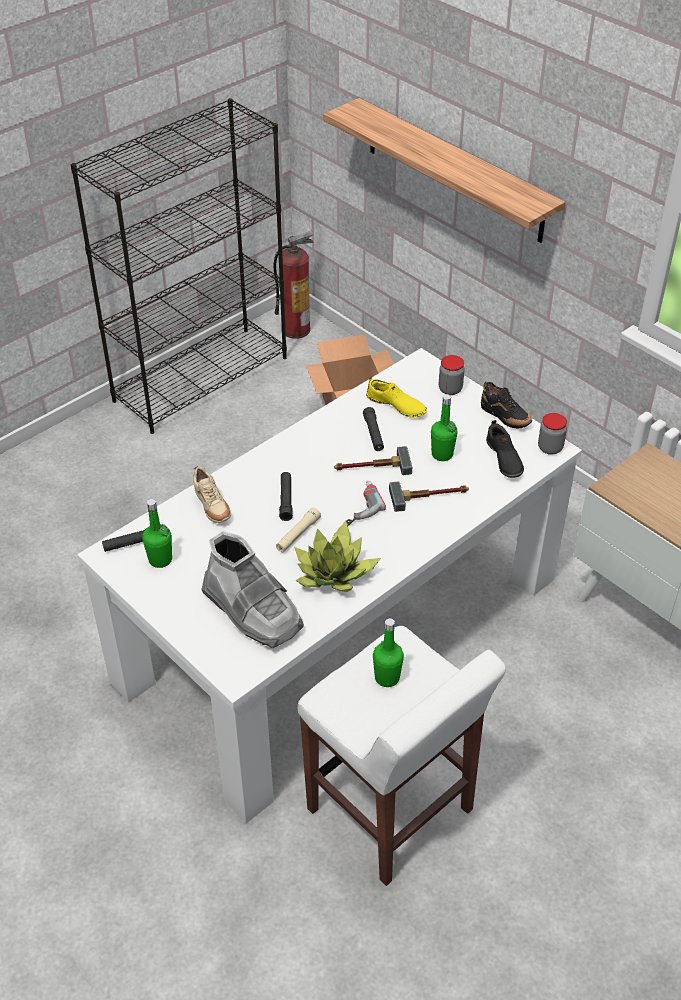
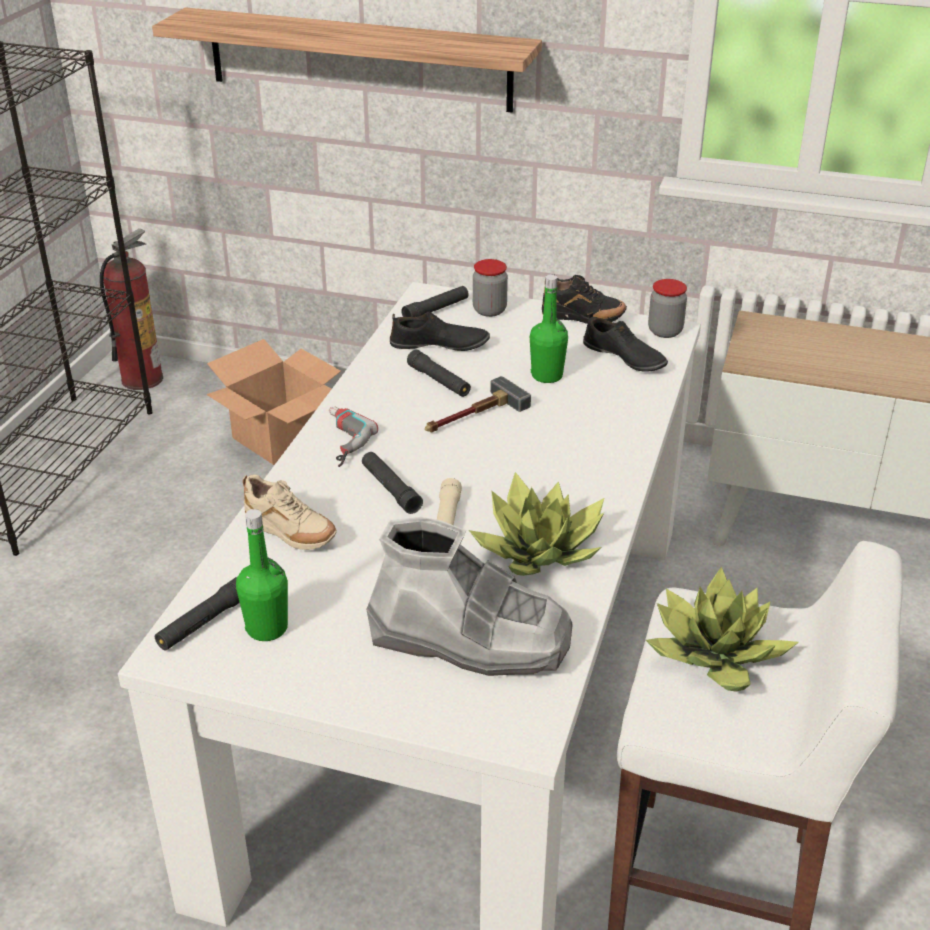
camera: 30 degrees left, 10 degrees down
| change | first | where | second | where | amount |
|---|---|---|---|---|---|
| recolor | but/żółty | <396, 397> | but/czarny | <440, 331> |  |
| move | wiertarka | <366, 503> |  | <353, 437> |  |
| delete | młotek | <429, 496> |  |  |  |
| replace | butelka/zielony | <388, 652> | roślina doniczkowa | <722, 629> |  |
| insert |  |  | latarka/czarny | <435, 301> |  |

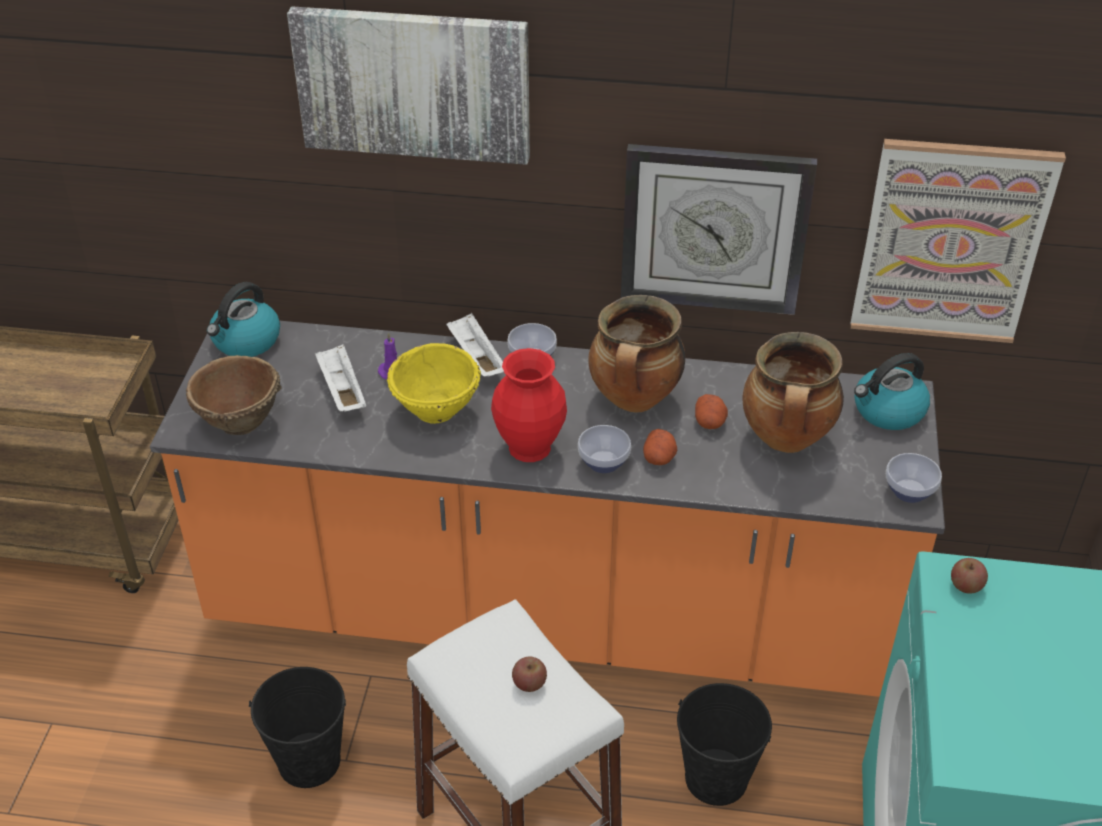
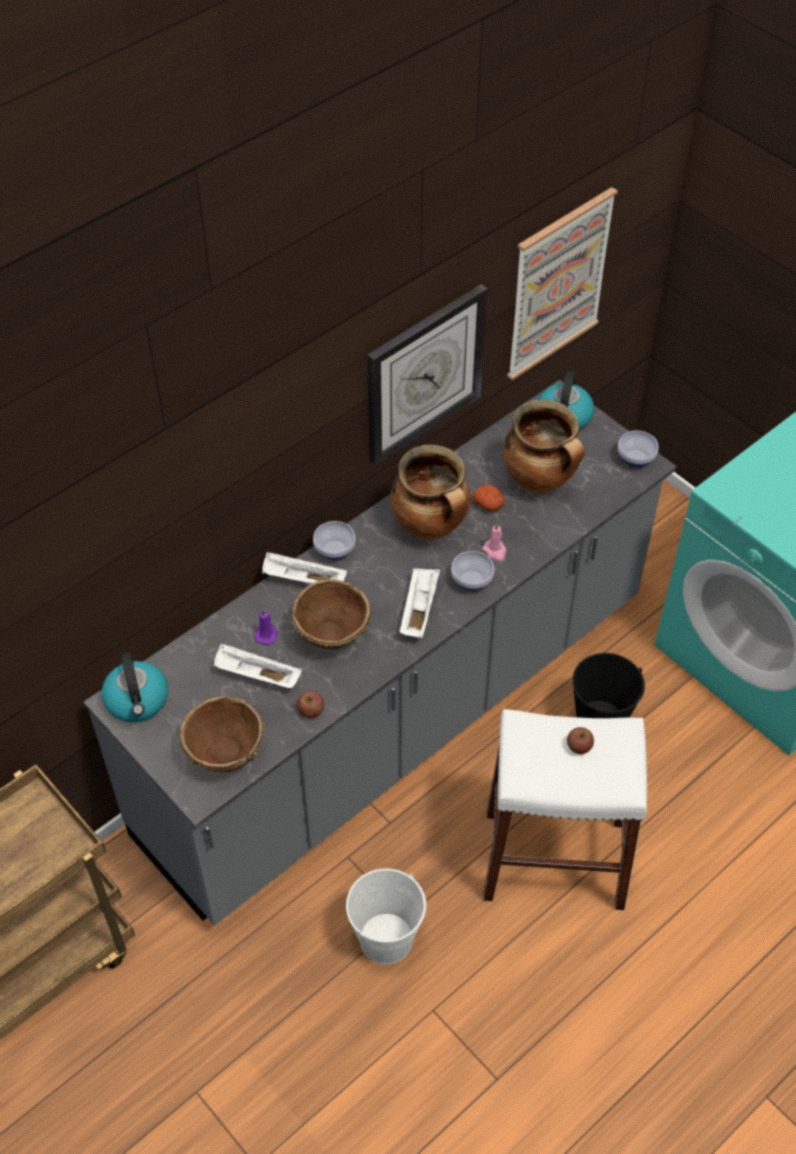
camera: 50 degrees left, 10 degrees up
| change | first | where | second | where | amount |
|---|---|---|---|---|---|
| delete | obraz | <408, 85> |  |  |  |
| recolor | zabudowa kuchenna/pomarańczowy | <547, 509> | zabudowa kuchenna/szary | <379, 653> |  |
| recolor | miska/żółty | <434, 383> | miska/brązowy | <331, 614> |  |
| replace | wazon/czerwony | <529, 405> | taca/biały | <419, 603> |  |
| replace | ziemniak | <660, 447> | świeca/różowy | <494, 542> |  |
| move | jabłko | <969, 576> |  | <310, 704> |  |
| recolor | wiadro/czarny | <297, 727> | wiadro/biały | <386, 916> |  |

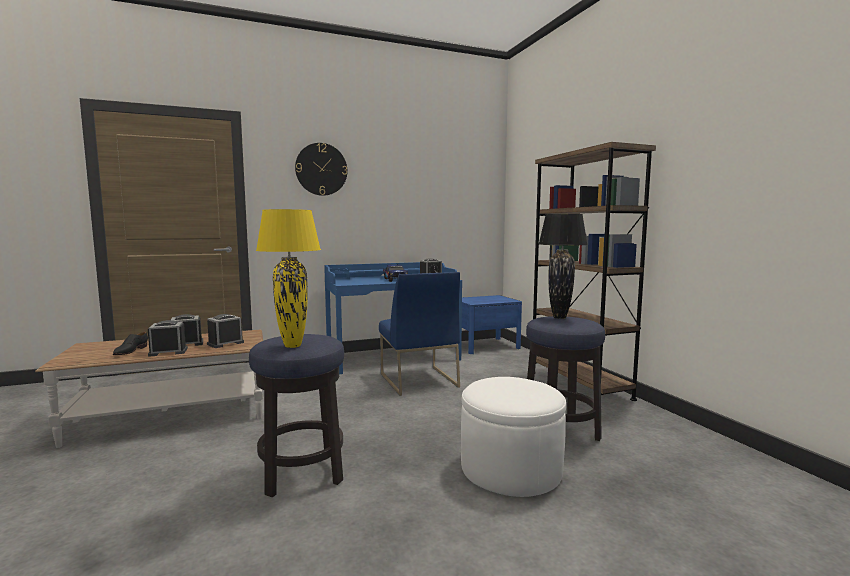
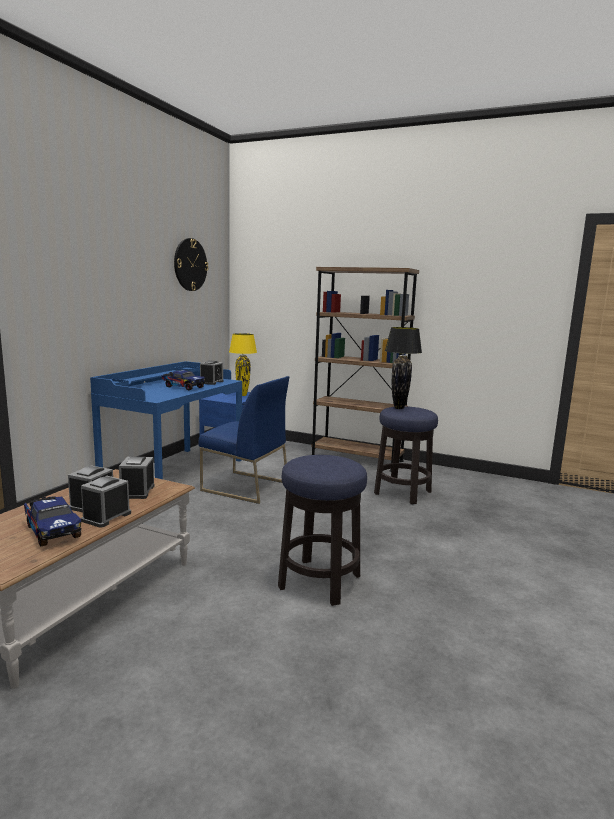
camera: 45 degrees left, 5 degrees up
| change | first | where | second | where | amount |
|---|---|---|---|---|---|
| move | zegar ścienny | <321, 169> |  | <191, 264> |  |
| move | lampa stołowa/żółty | <288, 278> |  | <243, 364> |  |
| replace | but/czarny | <130, 343> | ciężarówka zabawkowa | <52, 521> |  |
| delete | pufa/biały | <513, 437> |  |  |  |

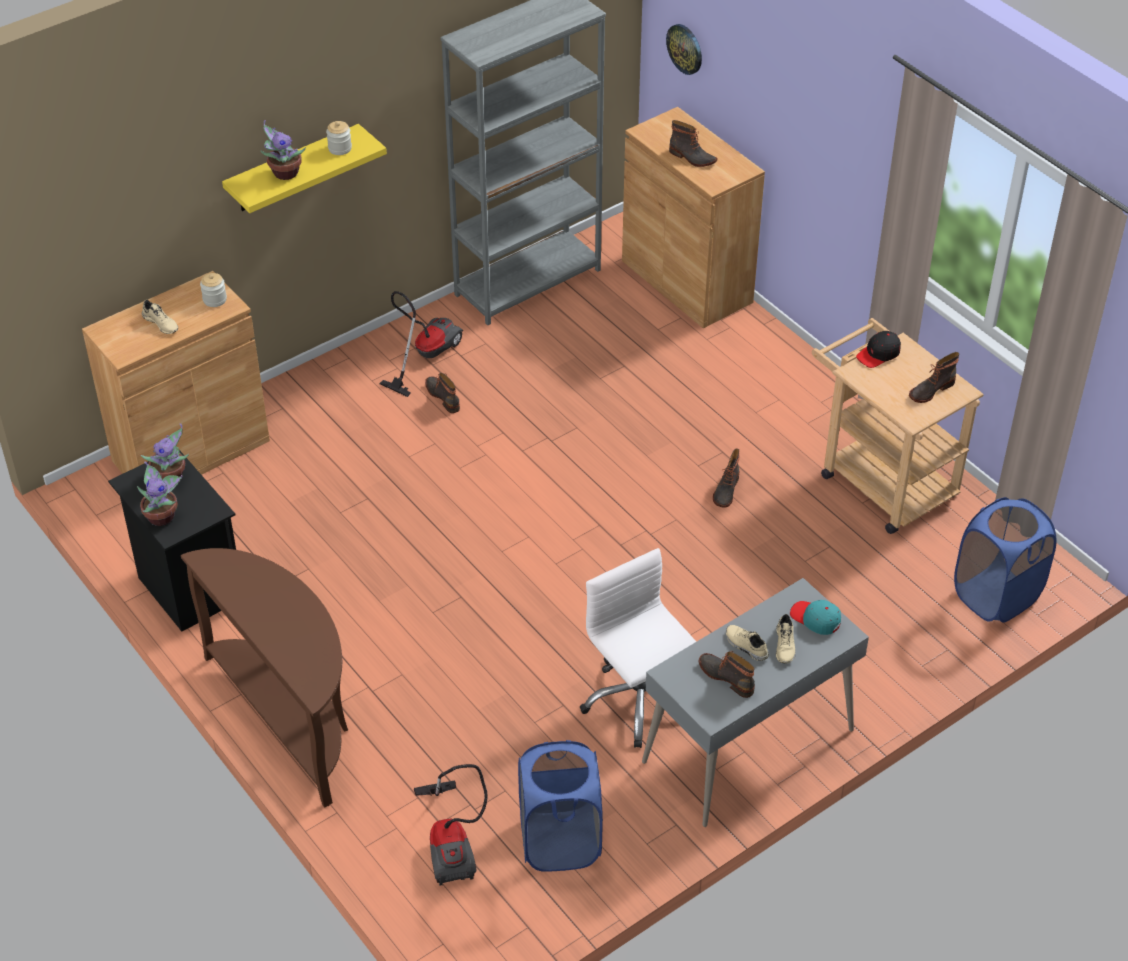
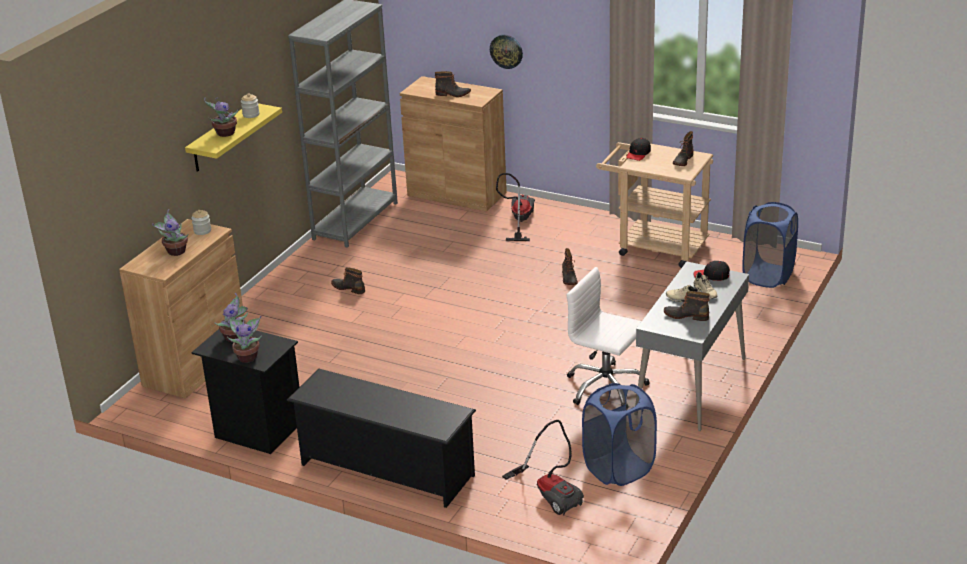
camera: 25 degrees left, 15 degrees down
| change | first | where | second | where | amount |
|---|---|---|---|---|---|
| move | zegar ścienny | <684, 49> |  | <506, 52> |  |
| move | odkurzacz | <421, 344> |  | <515, 207> |  |
| replace | but/beżowy | <160, 317> | roślina doniczkowa | <170, 232> |  |
| replace | stolik konsolowy/brązowy | <264, 678> | regał na buty/czarny | <381, 438> |  |
| recolor | czapka z daszkiem/turkusowy | <815, 617> | czapka z daszkiem/czarny | <712, 271> |  |

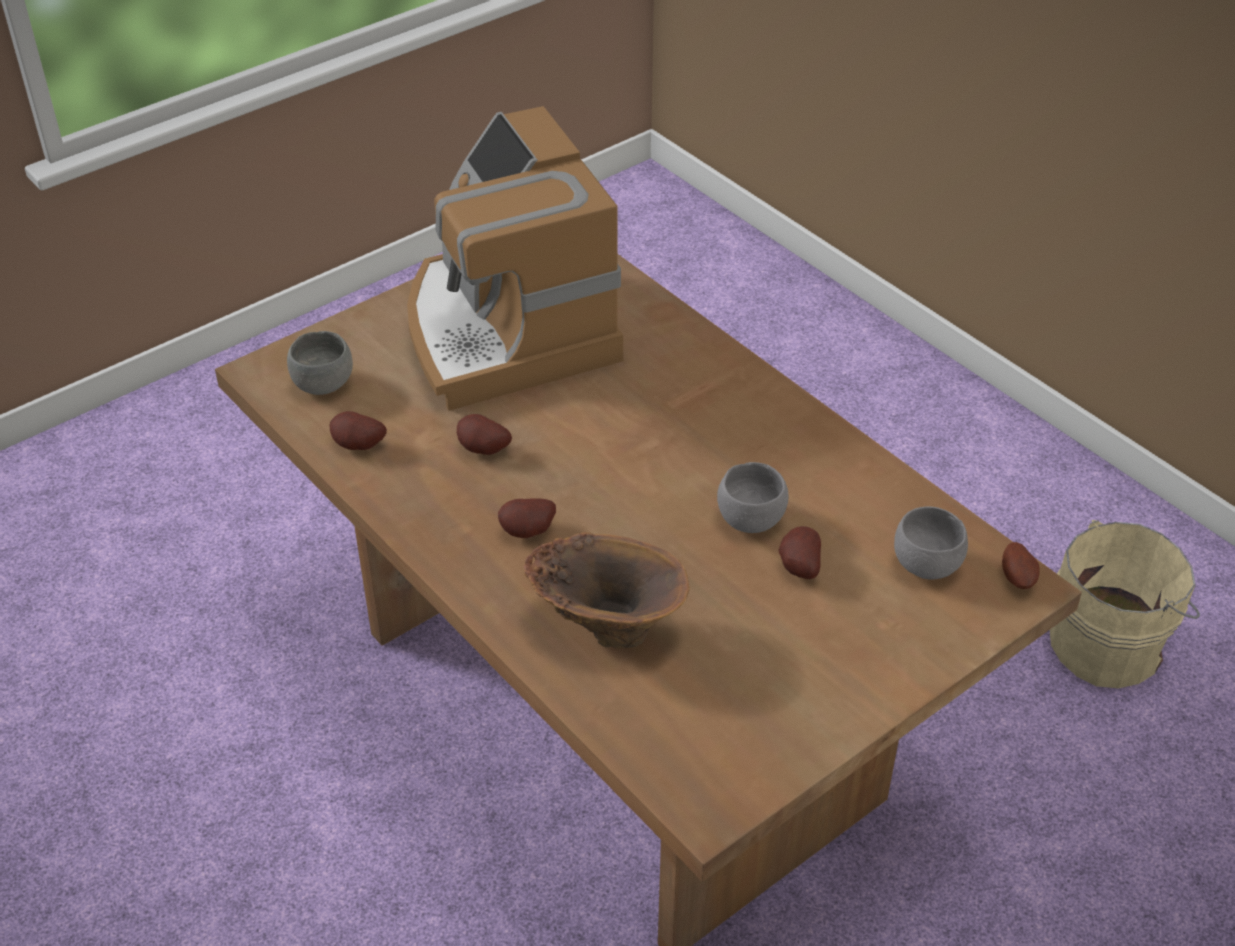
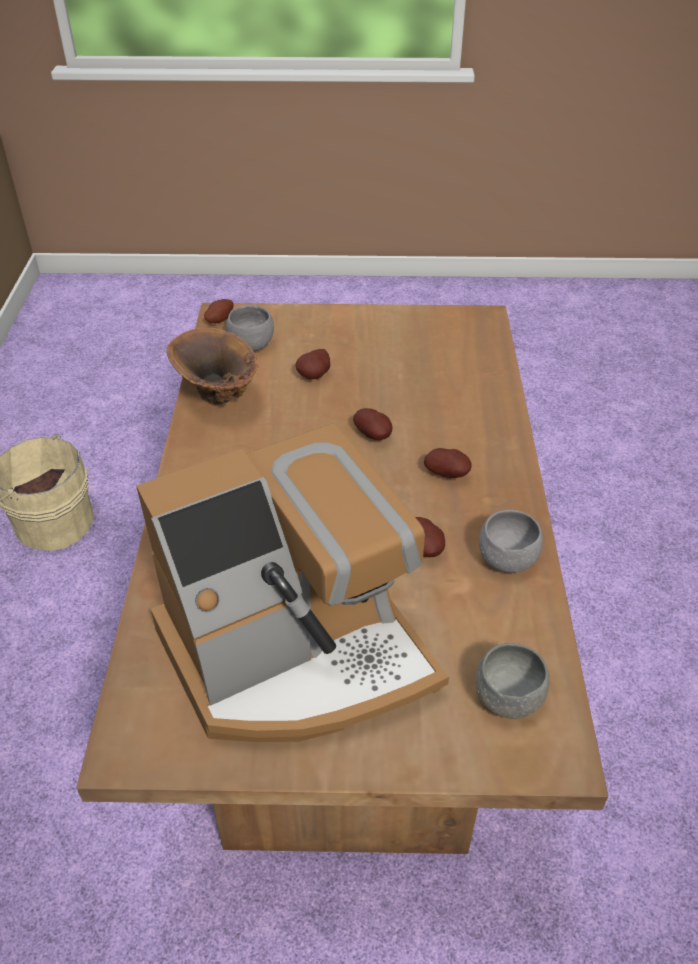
camera: 140 degrees left, 0 degrees up
| change | first | where | second | where | amount |
|---|---|---|---|---|---|
| rotate | ekspres do kawy | <515, 258> |  | <292, 582> | 45 degrees clockwise |
| move | ziemniak | <358, 430> |  | <372, 424> |  |
| move | miska/szary | <753, 497> |  | <511, 541> |  |
| move | wazon/brązowy | <607, 590> |  | <212, 366> |  |

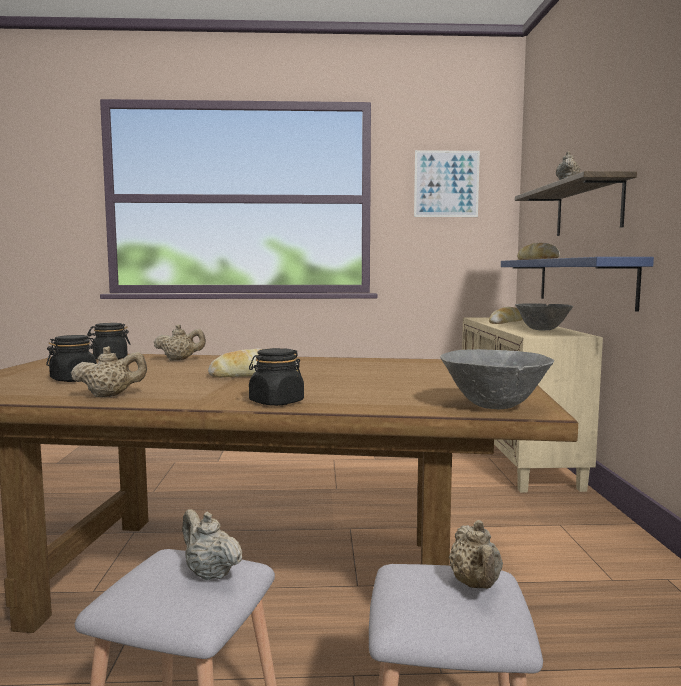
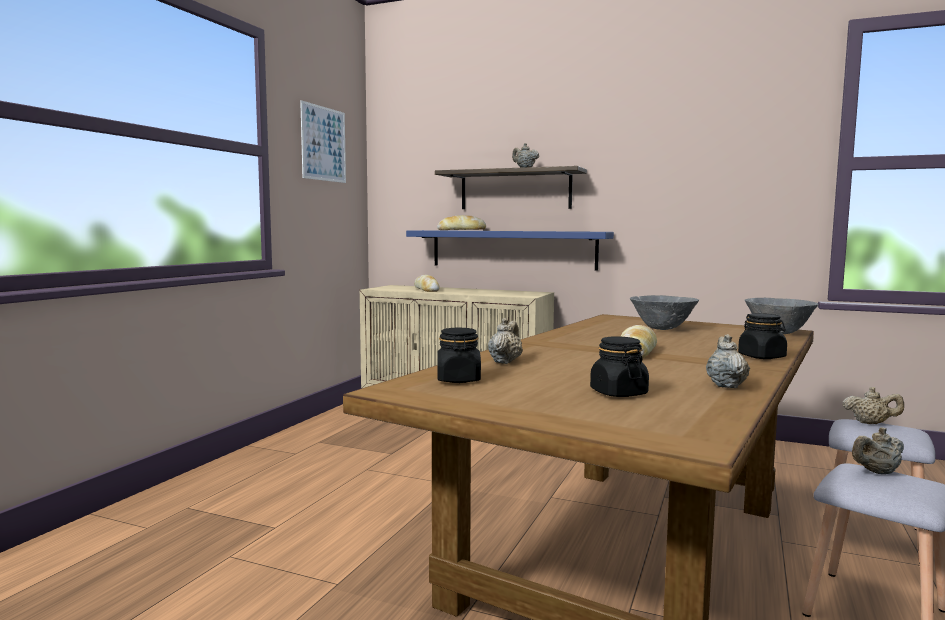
camera: 65 degrees left, 0 degrees up
| change | first | where | second | where | amount |
|---|---|---|---|---|---|
| move | miska/szary | <544, 316> |  | <664, 312> |  |

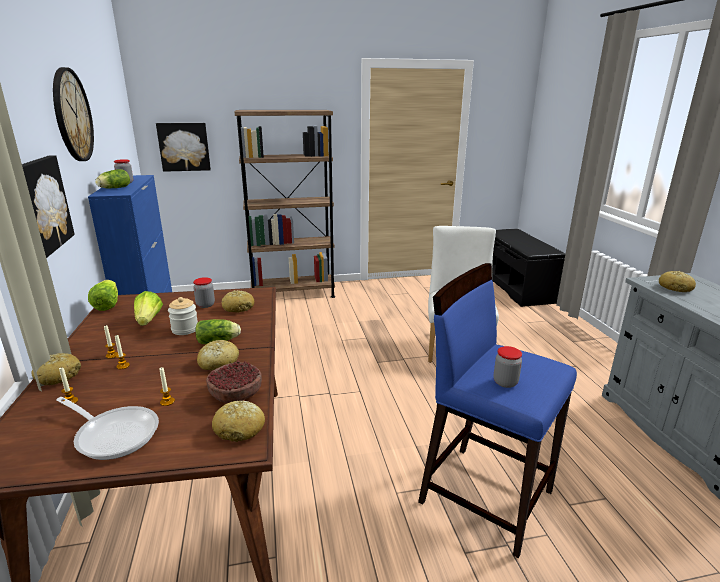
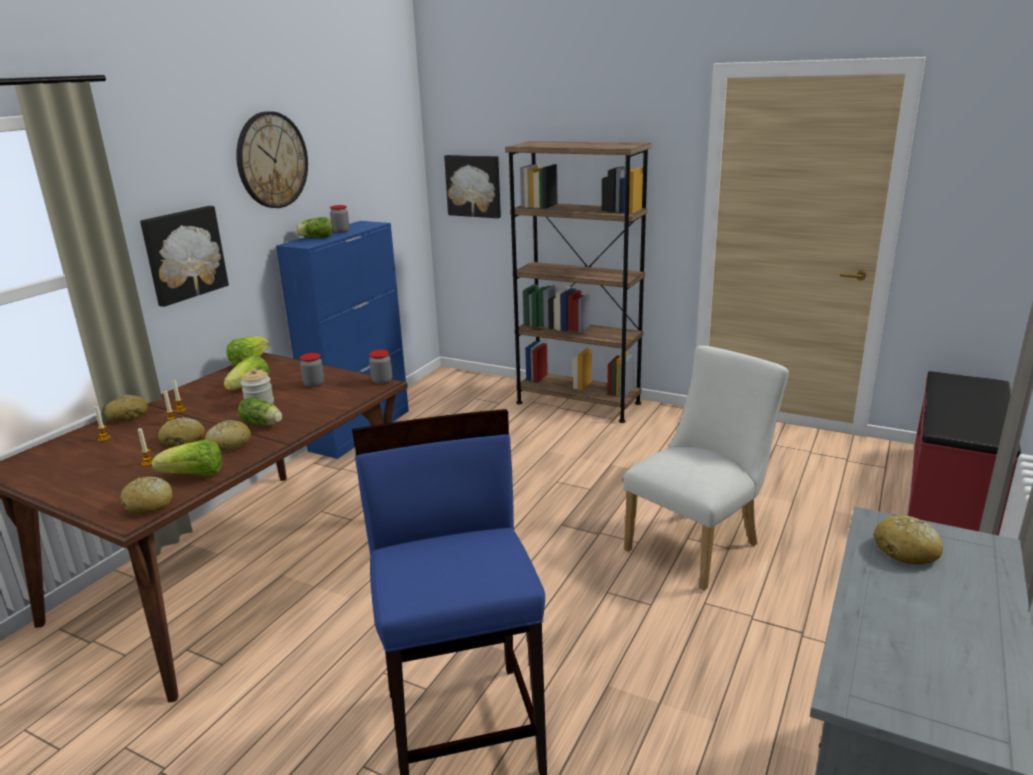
camera: 40 degrees right, 0 degrees up
| change | first | where | second | where | amount |
|---|---|---|---|---|---|
| recolor | ławka/czarny | <529, 268> | ławka/czerwony | <964, 453> |  |
| move | chleb | <238, 301> |  | <181, 432> |  |
| move | słoik | <508, 367> |  | <380, 367> |  |
| replace | miska | <234, 381> | sałata | <187, 458> |  |
| delete | patelnia | <107, 428> |  |  |  |

